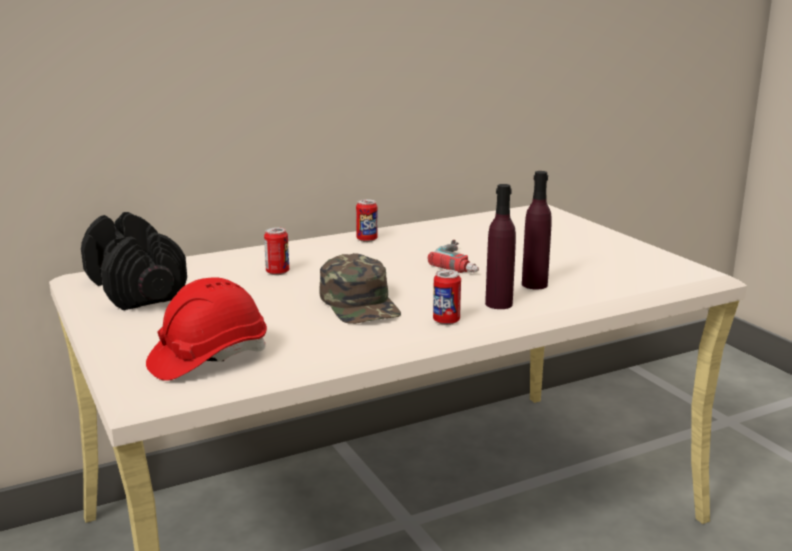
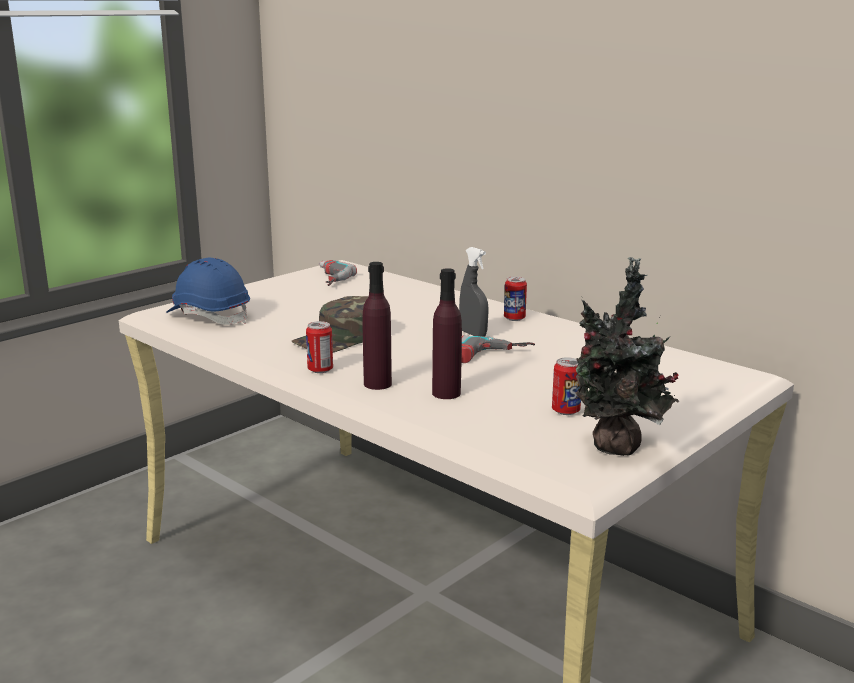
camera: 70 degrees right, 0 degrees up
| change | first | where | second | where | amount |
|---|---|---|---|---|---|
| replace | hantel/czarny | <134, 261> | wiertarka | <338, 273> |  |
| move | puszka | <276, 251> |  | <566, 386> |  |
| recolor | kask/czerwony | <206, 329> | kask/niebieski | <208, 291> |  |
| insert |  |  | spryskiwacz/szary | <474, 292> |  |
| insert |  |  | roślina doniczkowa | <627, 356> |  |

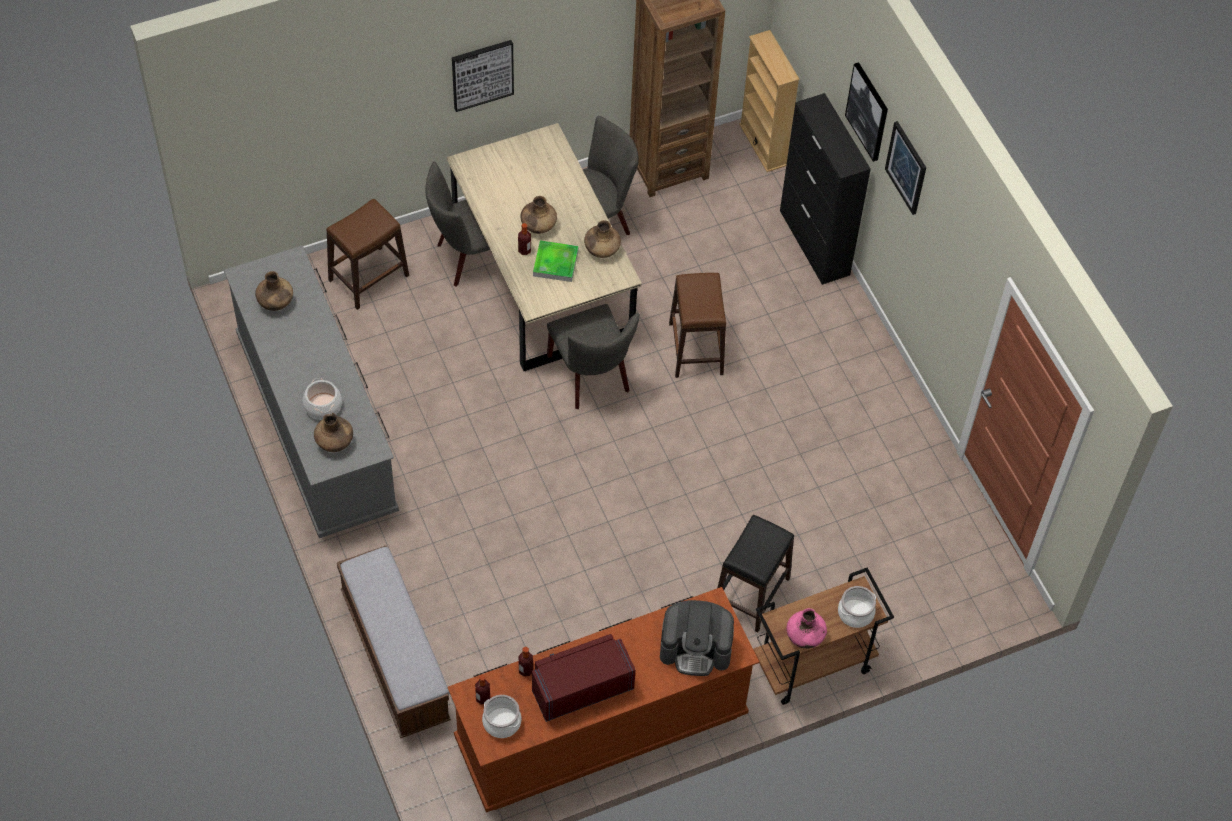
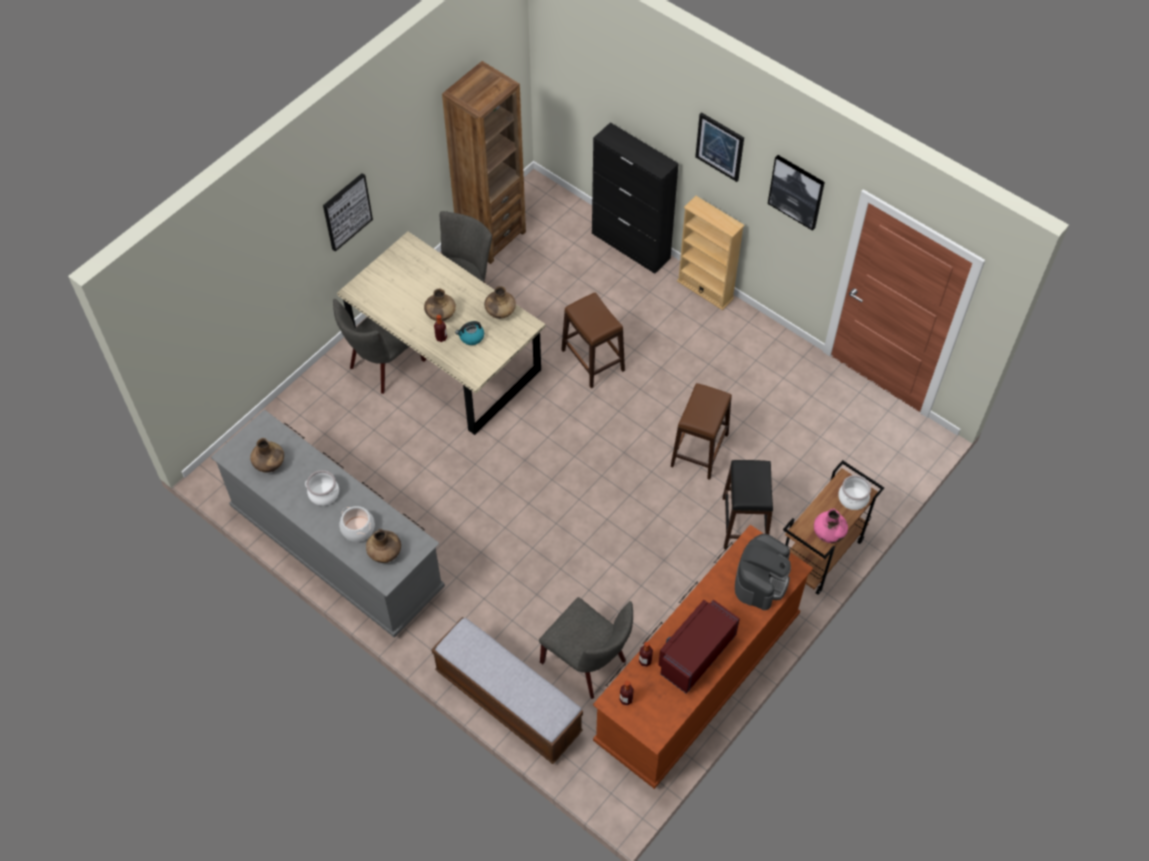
camera: 25 degrees left, 0 degrees up
| change | first | where | second | where | amount |
|---|---|---|---|---|---|
| move | regał/beżowy | <769, 101> |  | <711, 253> |  |
| move | obraz | <866, 112> |  | <796, 193> |  |
| move | stołek/brązowy | <367, 254> |  | <701, 431> |  |
| replace | taca | <556, 261> | czajnik | <469, 333> |  |
| move | krzesło/szary | <593, 356> |  | <586, 648> |  |
| rotate | ekspres do kawy | <697, 638> |  | <763, 572> | 45 degrees counterclockwise |
| move | garnek | <501, 716> |  | <322, 488> |  |

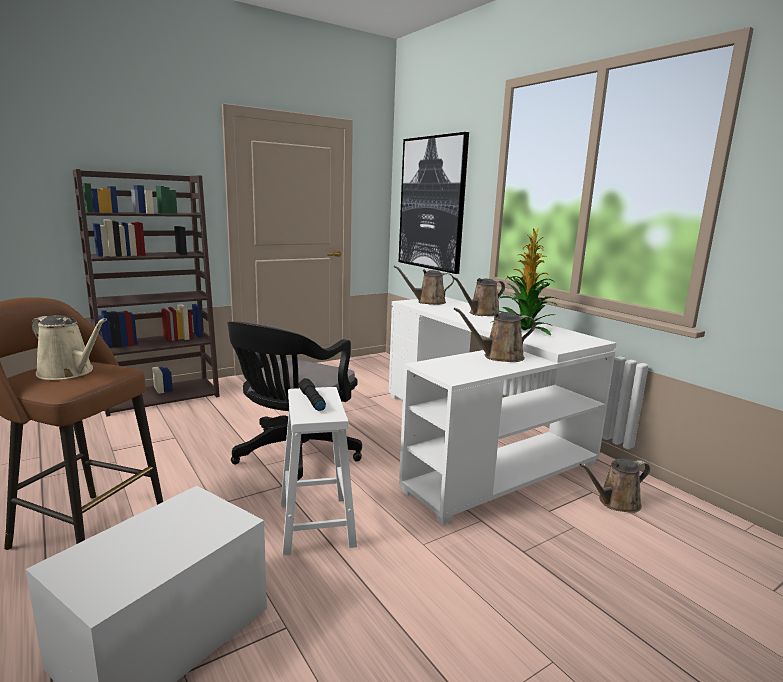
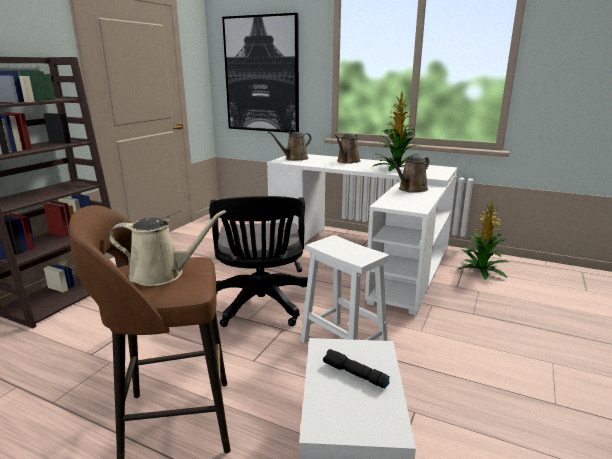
camera: 30 degrees left, 5 degrees up
| change | first | where | second | where | amount |
|---|---|---|---|---|---|
| move | latarka/czarny | <312, 394> |  | <356, 368> |  |
| replace | konewka/brązowy | <614, 486> | roślina doniczkowa | <482, 240> |  |

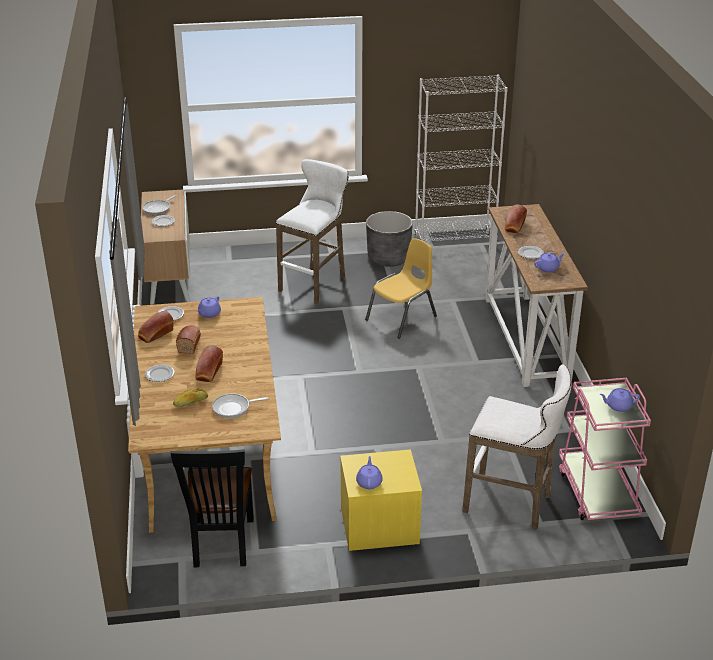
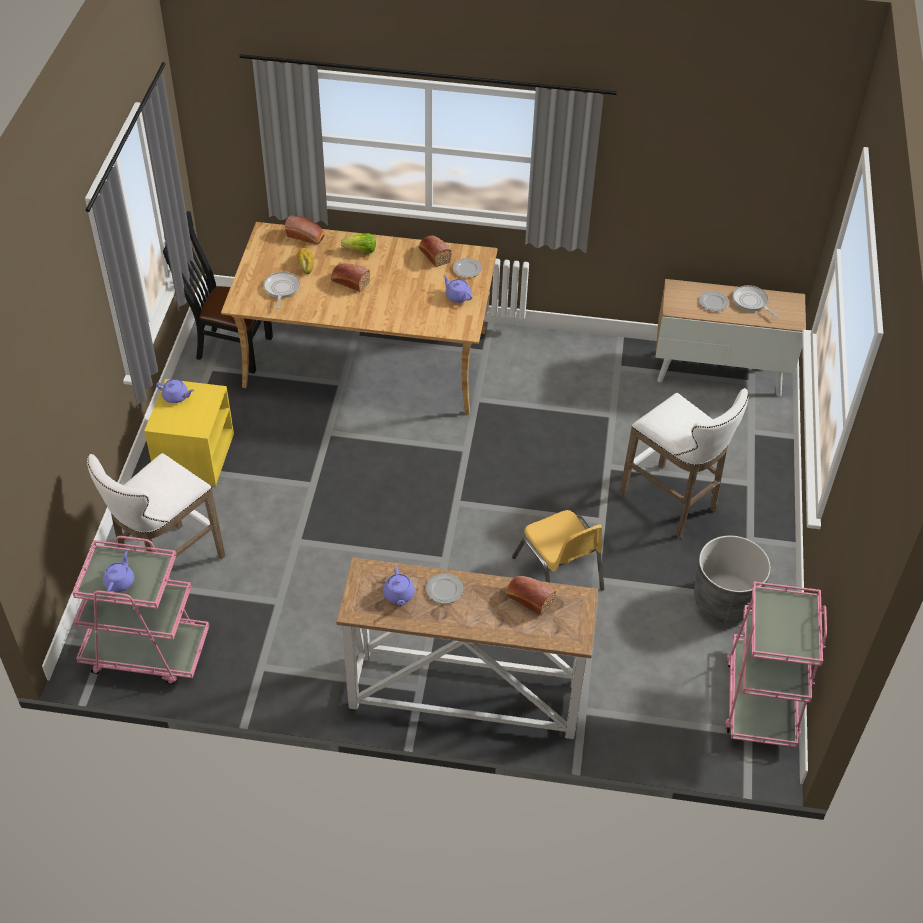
camera: 105 degrees right, 15 degrees up
| change | first | where | second | where | amount |
|---|---|---|---|---|---|
| replace | regał/biały | <461, 158> | wózek/różowy | <776, 665> |  |
| move | chleb | <188, 339> |  | <305, 230> |  |
| replace | talerz | <160, 373> | sałata | <358, 243> |  |

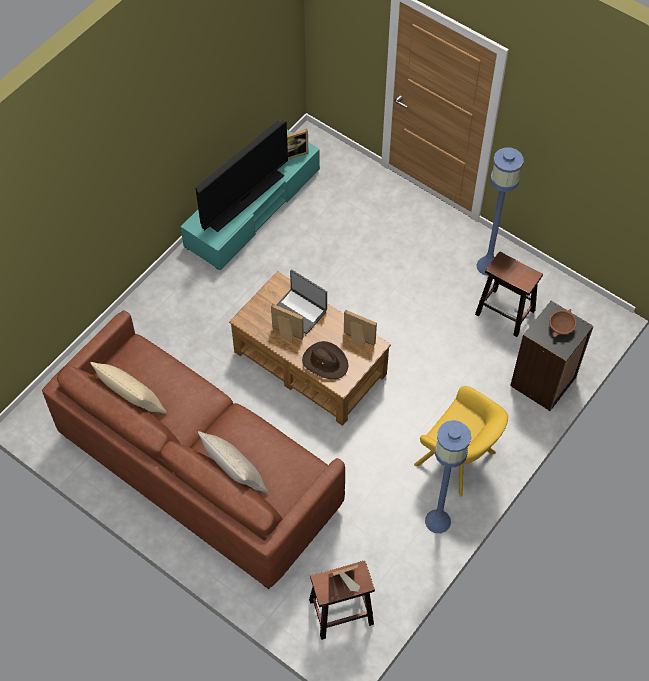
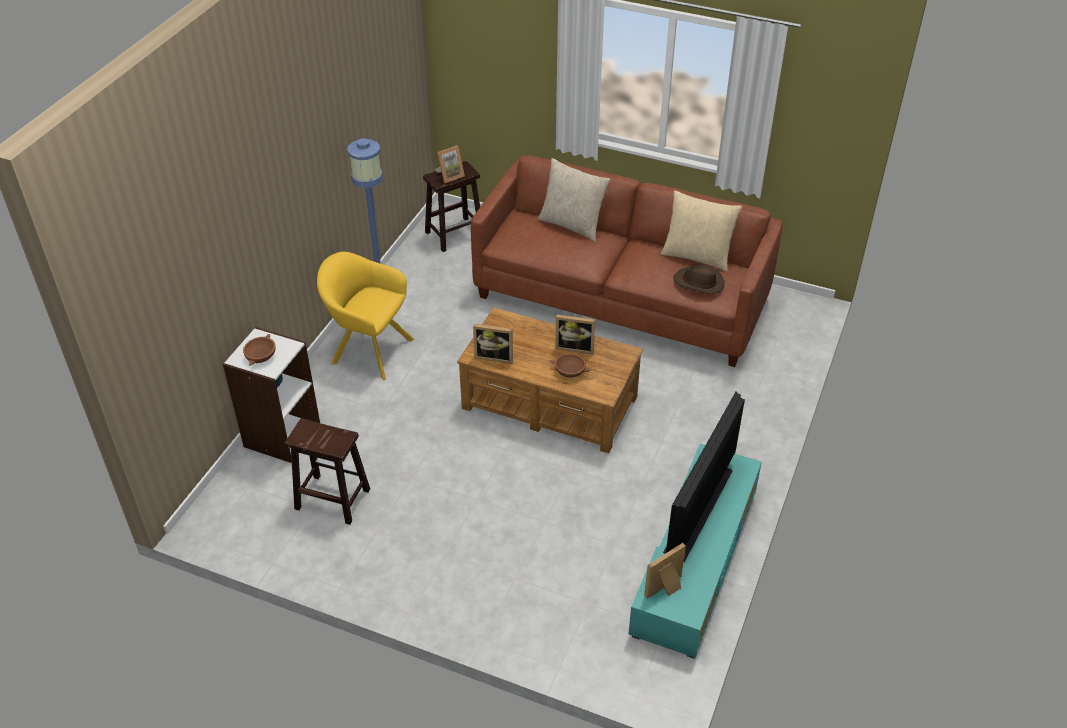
camera: 165 degrees right, 15 degrees down
| change | first | where | second | where | amount |
|---|---|---|---|---|---|
| delete | lampa stojąca/niebieski | <499, 212> |  |  |  |
| replace | laptop | <301, 301> | miska/brązowy | <570, 366> |  |
| recolor | regał/czarny | <552, 356> | regał/biały | <271, 395> |  |
| move | kapelusz/brązowy | <325, 360> |  | <699, 279> |  |

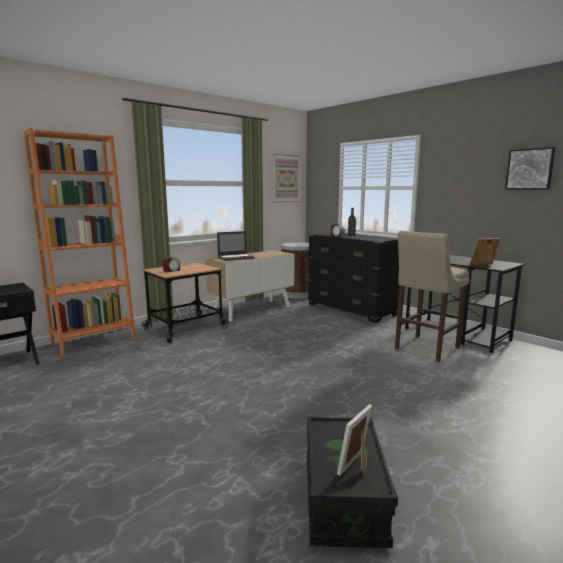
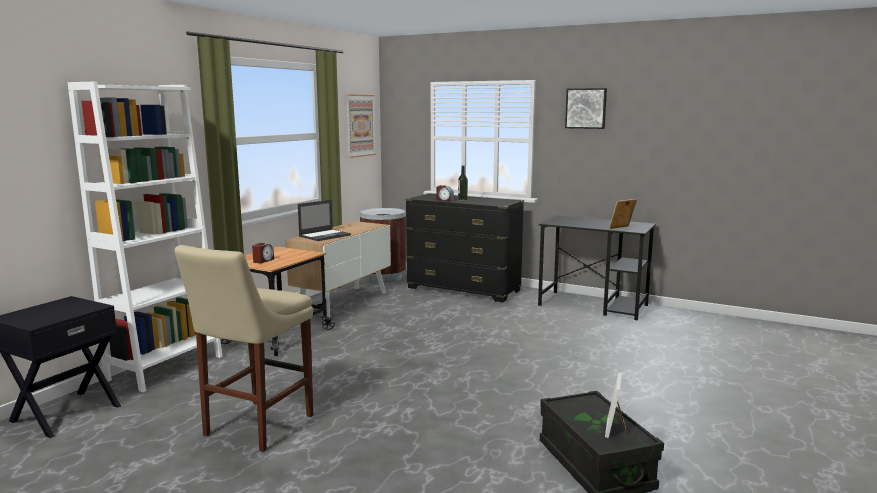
camera: 20 degrees left, 0 degrees up
| change | first | where | second | where | amount |
|---|---|---|---|---|---|
| recolor | regał/pomarańczowy | <79, 242> | regał/biały | <145, 237> |  |
| move | obraz | <530, 168> |  | <586, 108> |  |
| move | stołek/beżowy | <432, 296> |  | <243, 348> |  |

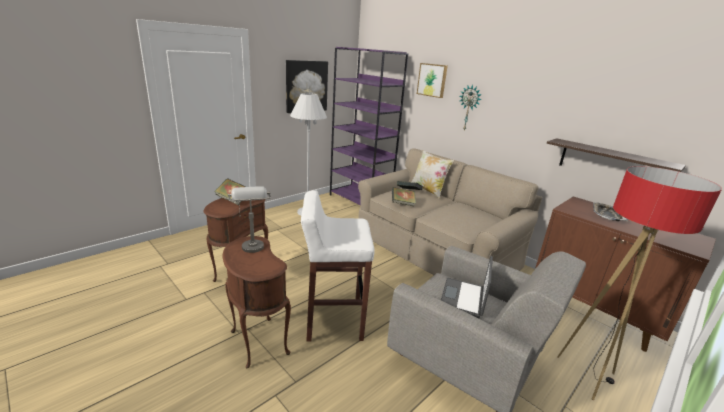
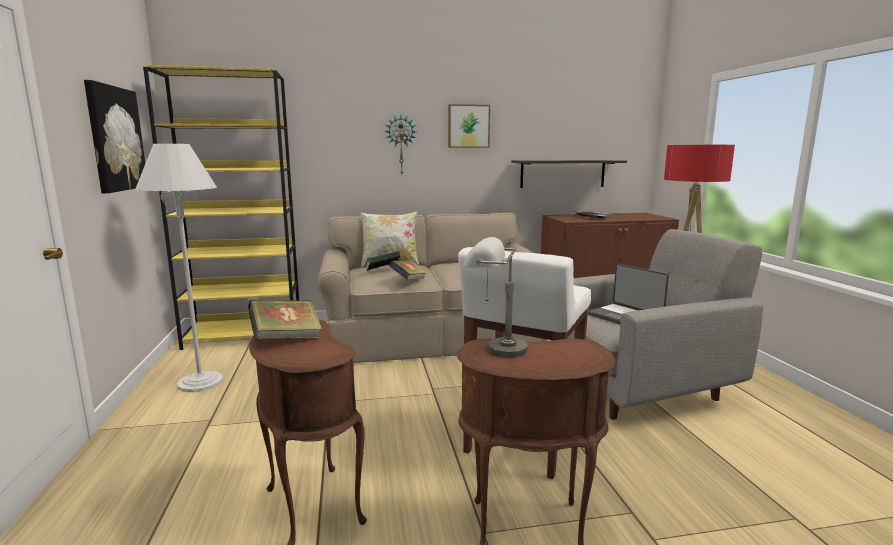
camera: 55 degrees left, 10 degrees down
| change | first | where | second | where | amount |
|---|---|---|---|---|---|
| recolor | regał/fioletowy | <369, 126> | regał/żółty | <221, 207> |  |
| move | obraz | <432, 80> |  | <469, 126> |  |

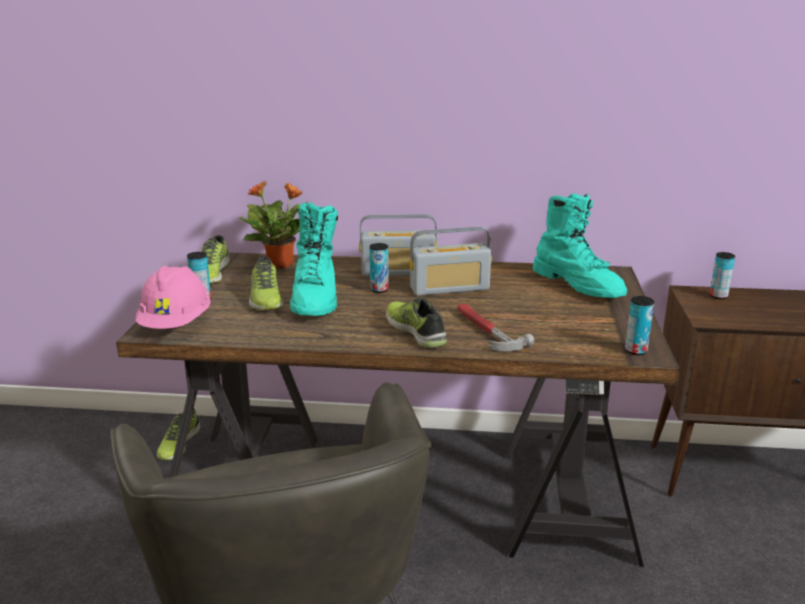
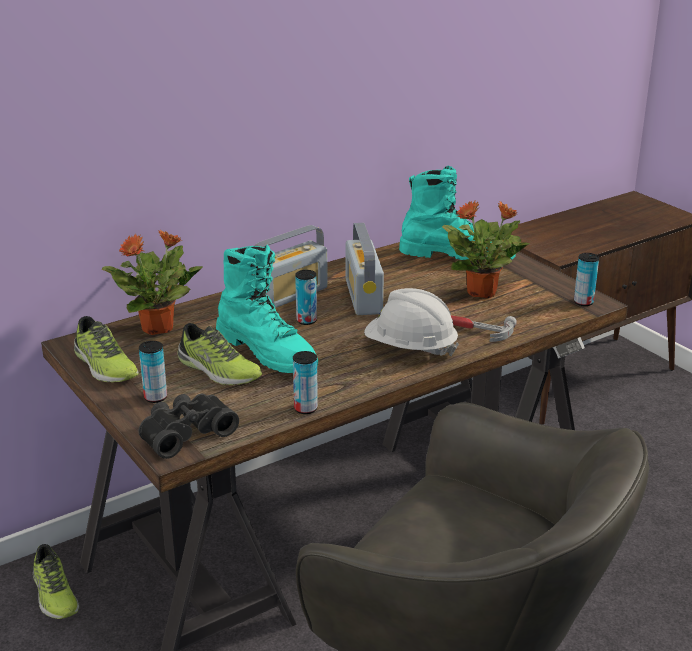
camera: 40 degrees left, 5 degrees up
| change | first | where | second | where | amount |
|---|---|---|---|---|---|
| rotate | radio | <450, 261> |  | <365, 269> | 135 degrees clockwise |
| move | puszka | <722, 275> |  | <305, 382> |  |
| replace | kask/różowy | <173, 297> | lornetka/czarny | <189, 426> |  |
| replace | but | <416, 323> | kask/biały | <411, 322> |  |
| insert |  |  | roślina doniczkowa | <486, 249> |  |

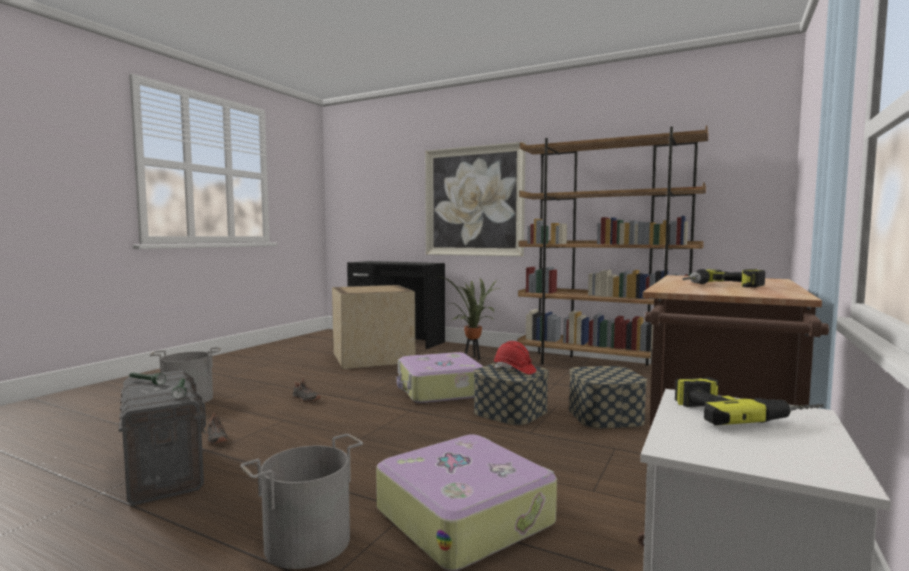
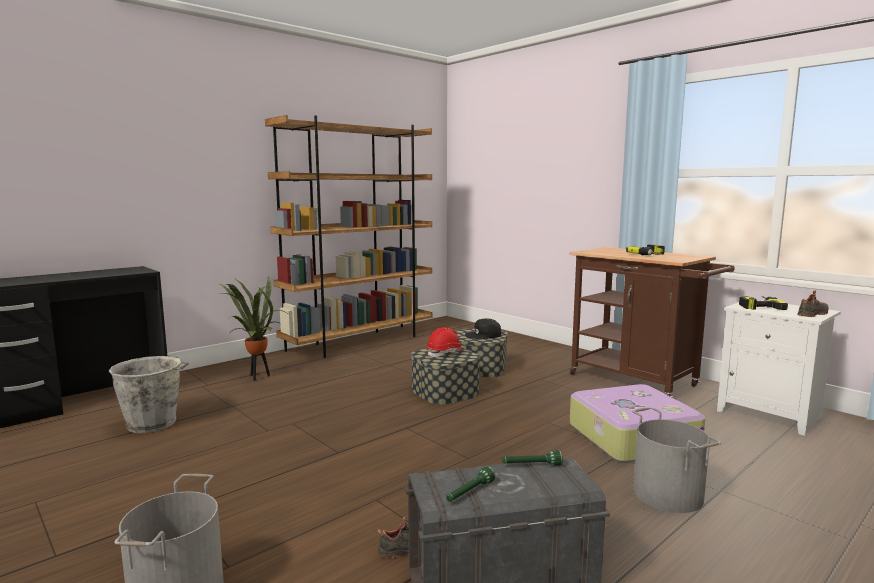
camera: 70 degrees left, 5 degrees up
| change | first | where | second | where | amount |
|---|---|---|---|---|---|
| delete | obraz | <475, 199> |  |  |  |
| replace | skrzynka | <374, 327> | wiadro/szary | <148, 394> |  |
| delete | walizka | <440, 377> |  |  |  |
| move | but/czarny | <306, 390> |  | <813, 303> |  |
| insert |  |  | czapka z daszkiem/czarny | <483, 328> |  |

